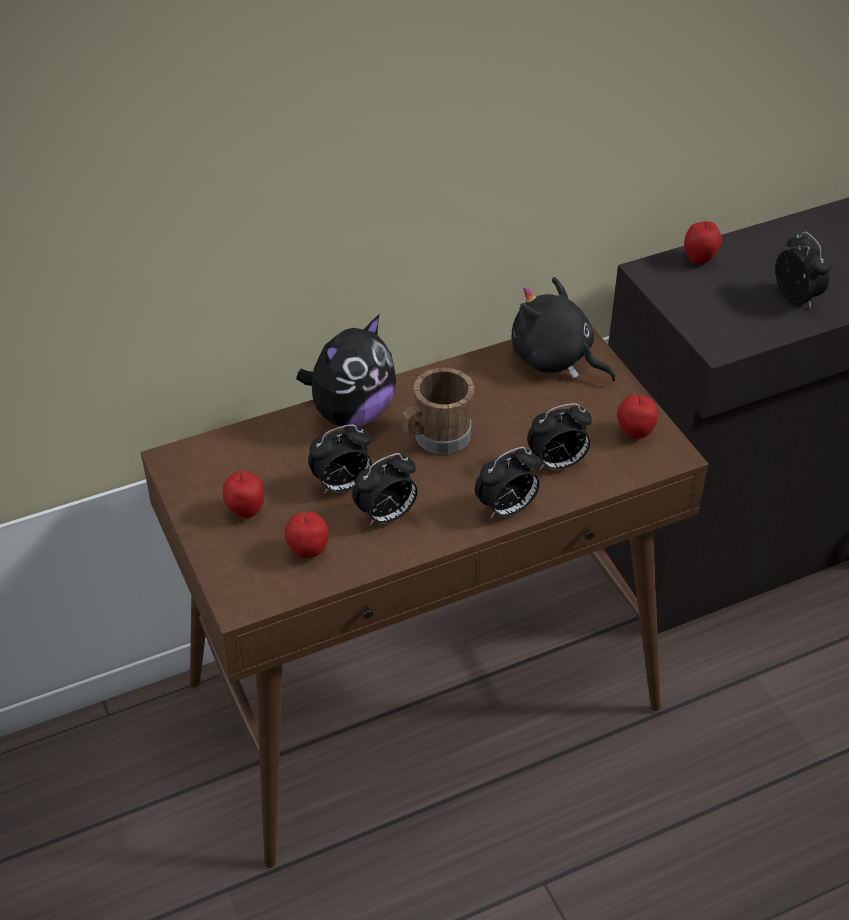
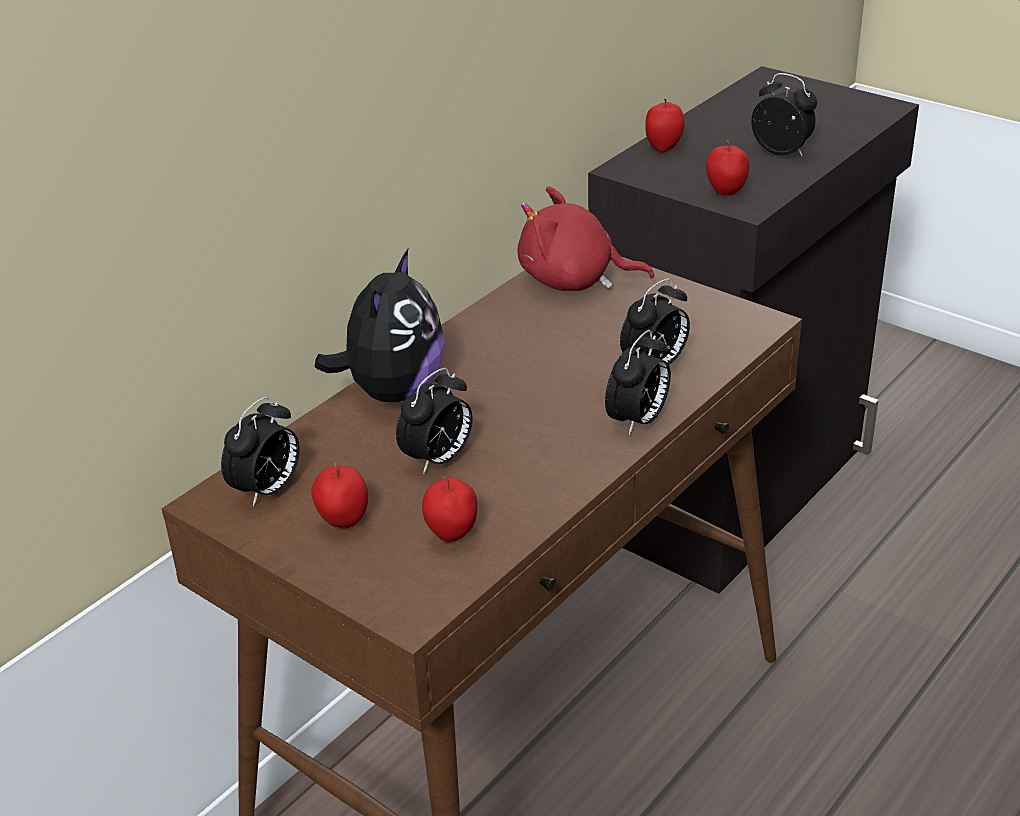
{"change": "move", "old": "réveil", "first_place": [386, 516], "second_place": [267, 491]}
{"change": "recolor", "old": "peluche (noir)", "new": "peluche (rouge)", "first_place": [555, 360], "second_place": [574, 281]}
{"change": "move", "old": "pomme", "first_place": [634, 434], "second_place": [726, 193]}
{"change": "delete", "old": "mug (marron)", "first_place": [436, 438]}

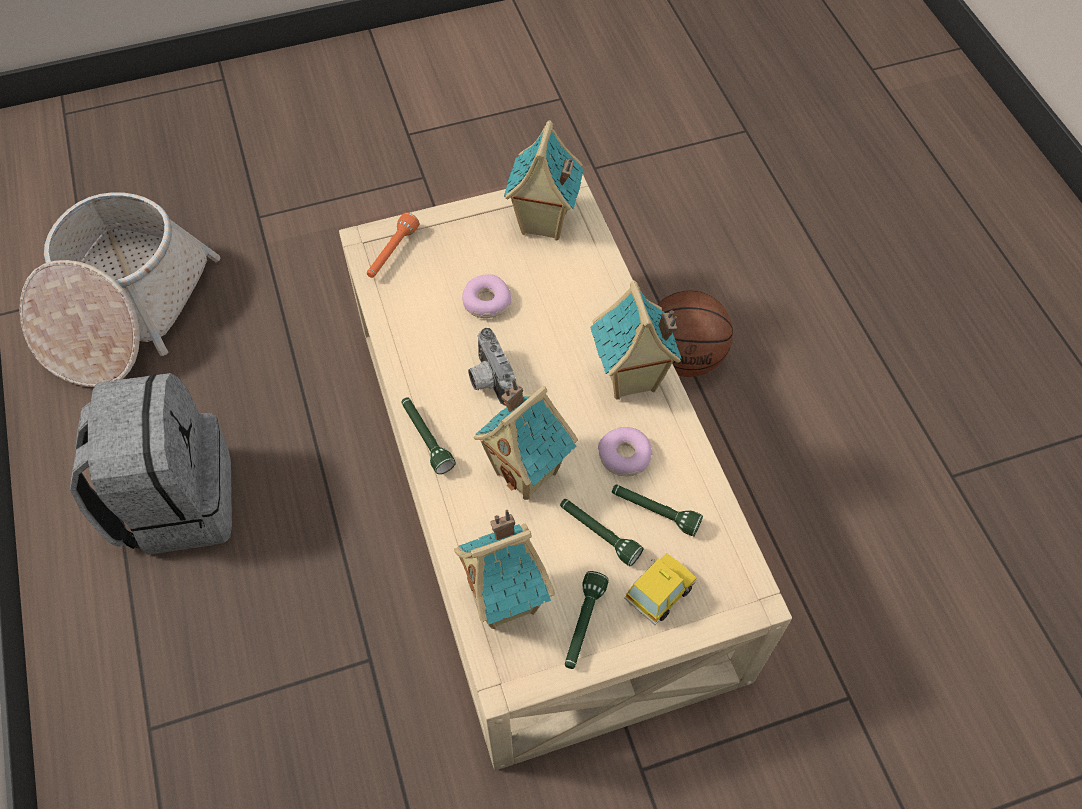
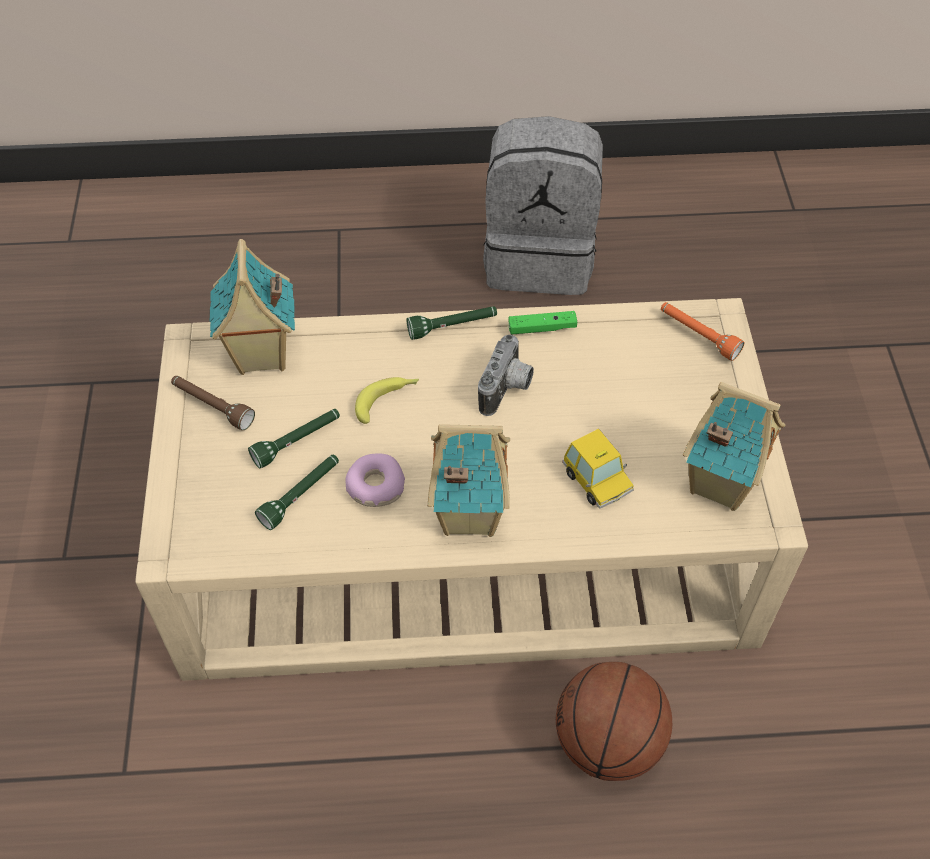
{"change": "recolor", "old": "lampe de poche (vert)", "new": "lampe de poche (marron)", "first_place": [583, 625], "second_place": [212, 406]}
{"change": "replace", "old": "maison miniature", "new": "banane", "first_place": [528, 472], "second_place": [387, 400]}
{"change": "rotate", "old": "appareil photo", "first_place": [488, 380], "second_place": [507, 390], "degrees": 120}
{"change": "insert", "new": "manette (vert)", "second_place": [542, 328]}
{"change": "move", "old": "petite voiture", "first_place": [660, 592], "second_place": [597, 481]}
{"change": "delete", "old": "panier", "first_place": [124, 310]}
{"change": "delete", "old": "beignet", "first_place": [486, 302]}

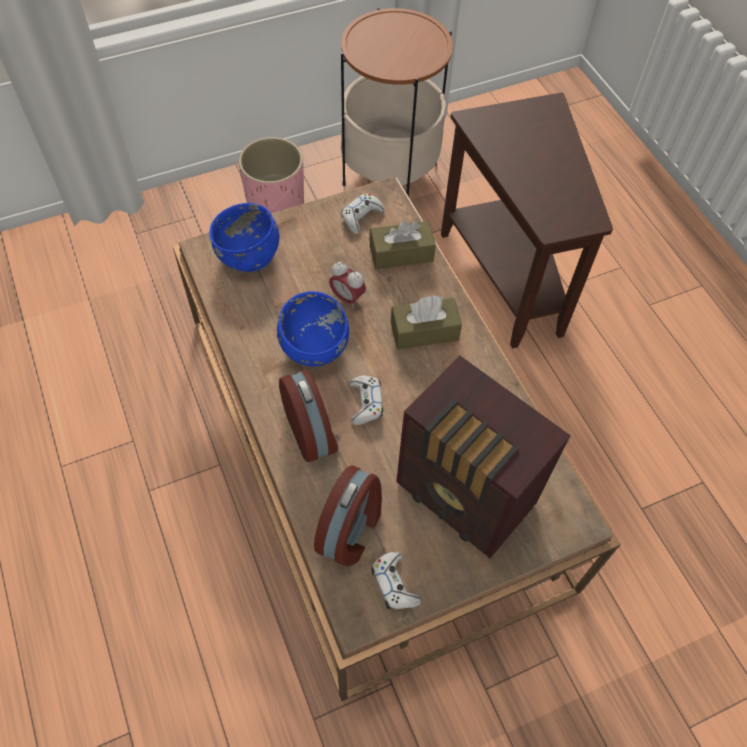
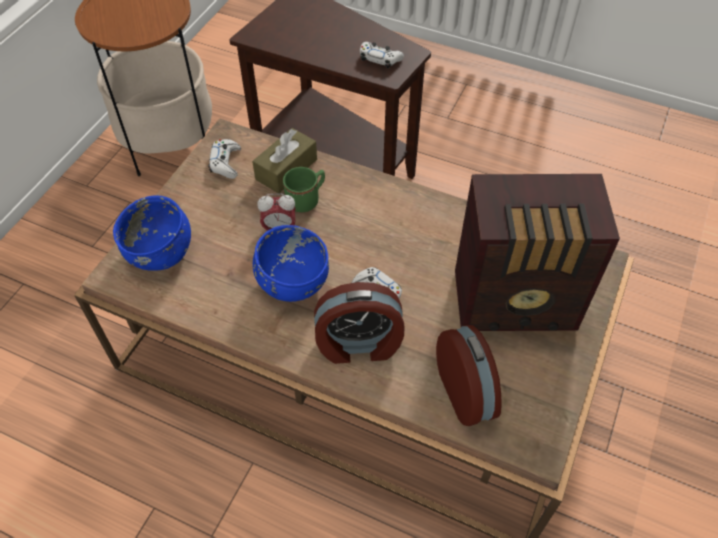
{"change": "insert", "new": "mug (vert)", "second_place": [306, 199]}
{"change": "rotate", "old": "réveil", "first_place": [312, 430], "second_place": [359, 345], "degrees": 150}
{"change": "move", "old": "manette (blanc)", "first_place": [394, 584], "second_place": [380, 59]}
{"change": "delete", "old": "cache-pot (rose)", "first_place": [276, 206]}
{"change": "delete", "old": "boîte à mouchoirs (marron)", "first_place": [424, 331]}

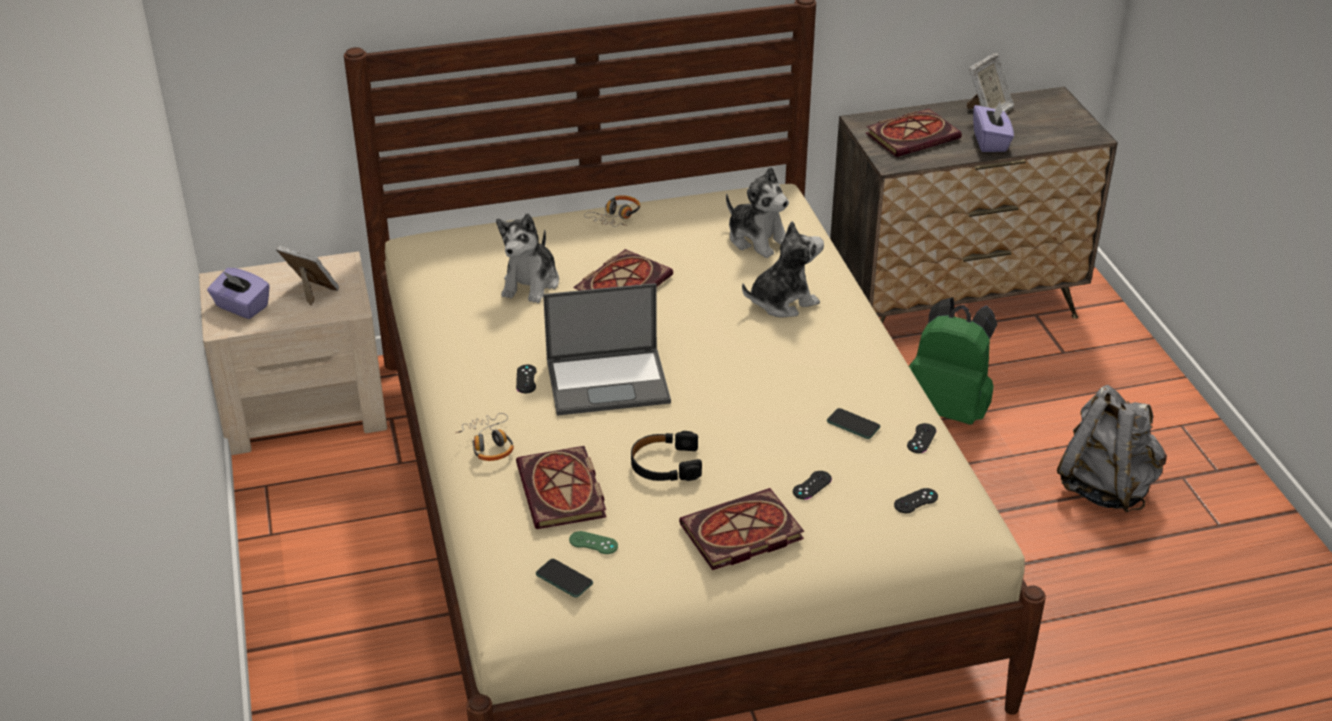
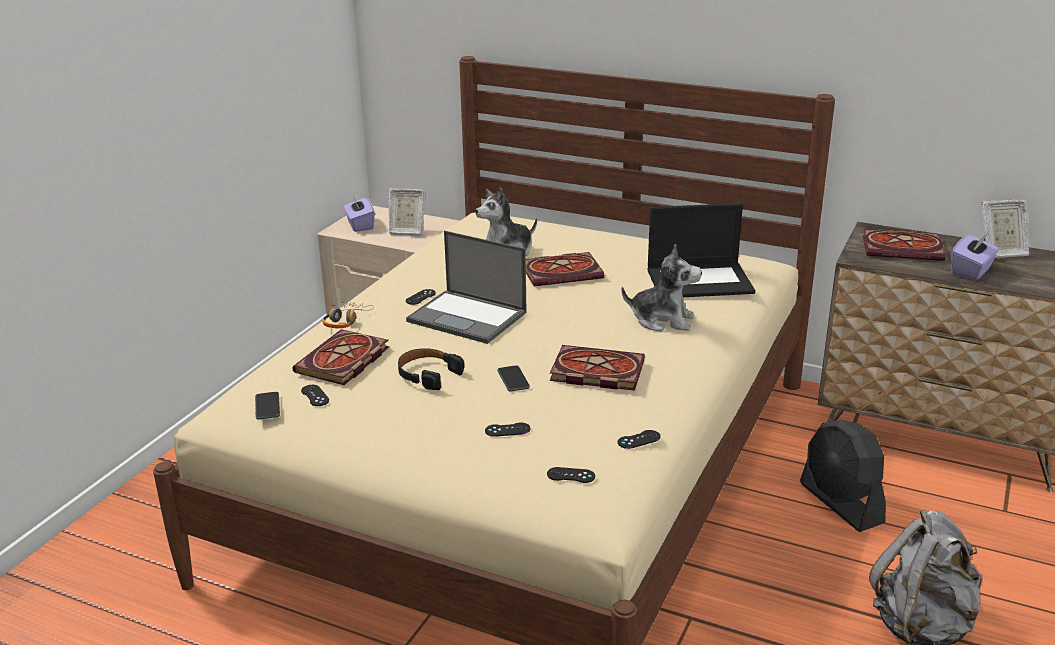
{"change": "recolor", "old": "manette (vert)", "new": "manette (noir)", "first_place": [593, 543], "second_place": [315, 395]}
{"change": "rotate", "old": "cadre photo", "first_place": [313, 292], "second_place": [407, 231], "degrees": 120}
{"change": "move", "old": "téléphone", "first_place": [853, 424], "second_place": [513, 379]}
{"change": "move", "old": "livre", "first_place": [740, 534], "second_place": [594, 372]}
{"change": "replace", "old": "peluche", "new": "ordinateur portable", "first_place": [757, 239], "second_place": [700, 280]}
{"change": "replace", "old": "sac à dos (vert)", "new": "ventilateur (noir)", "first_place": [948, 408], "second_place": [841, 503]}
{"change": "delete", "old": "casque audio", "first_place": [616, 217]}

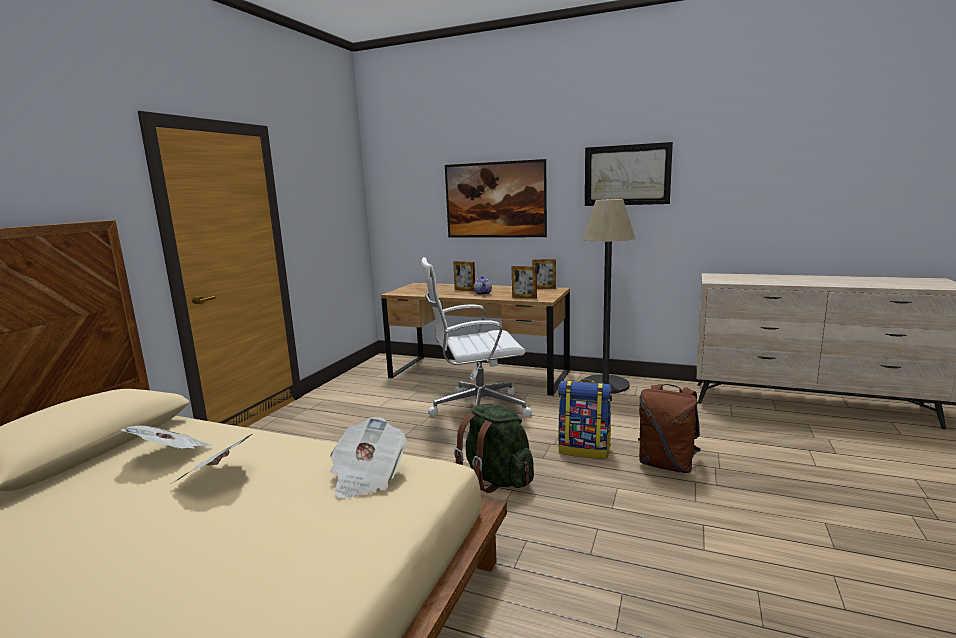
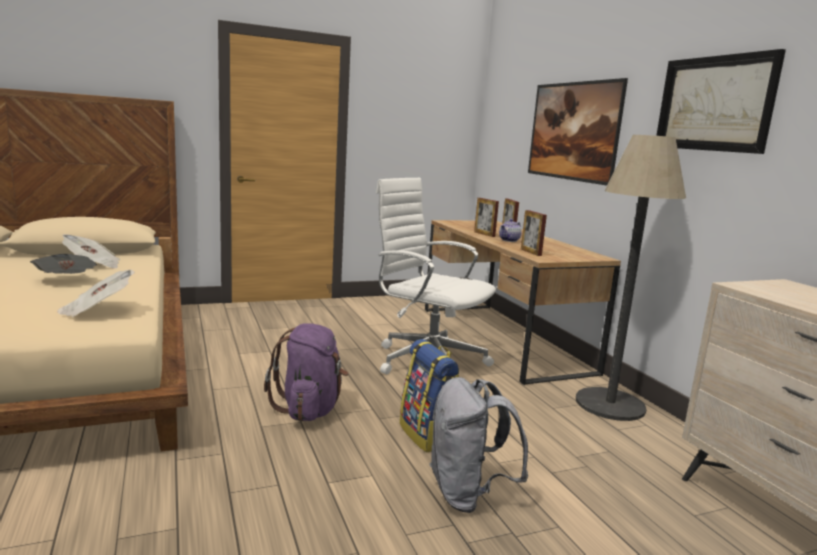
{"change": "recolor", "old": "sac à dos (vert)", "new": "sac à dos (violet)", "first_place": [496, 479], "second_place": [309, 409]}
{"change": "recolor", "old": "sac à dos (marron)", "new": "sac à dos (gris)", "first_place": [667, 464], "second_place": [468, 494]}
{"change": "move", "old": "cadre photo", "first_place": [544, 288], "second_place": [484, 234]}

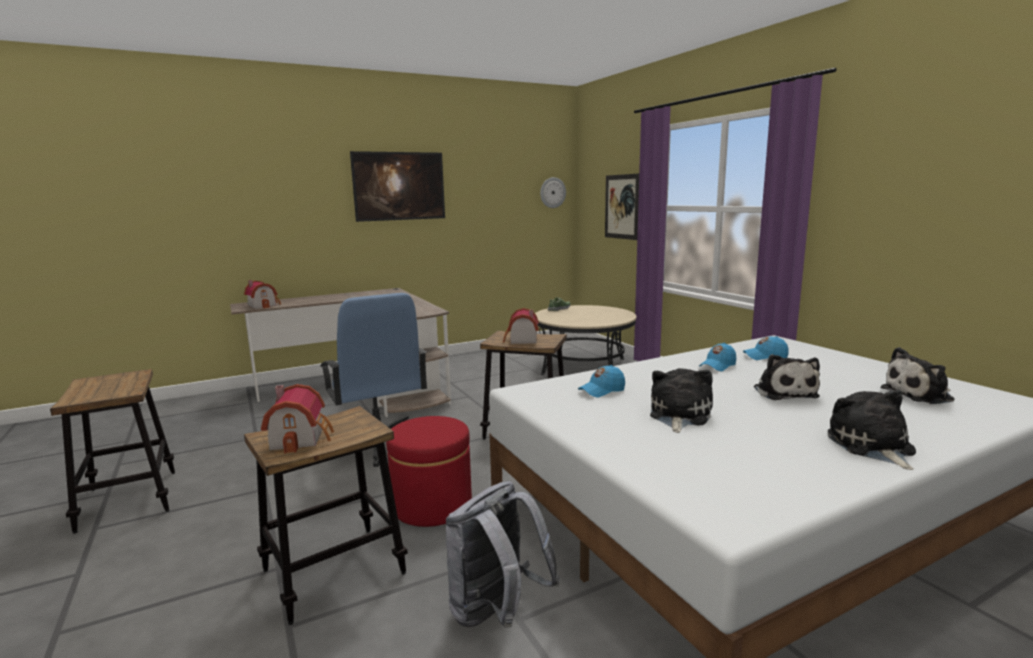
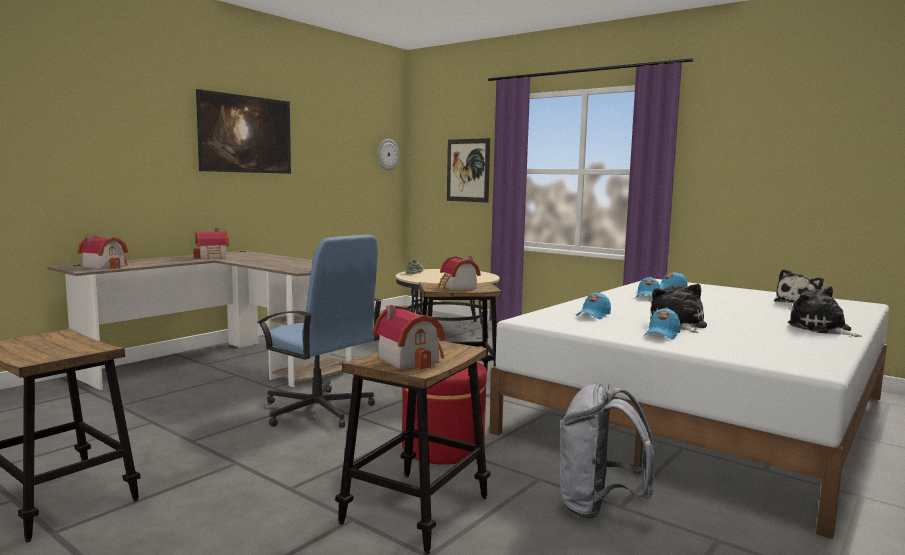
{"change": "insert", "new": "maison miniature", "second_place": [213, 257]}
{"change": "insert", "new": "casquette (bleu)", "second_place": [662, 334]}
{"change": "delete", "old": "peluche", "first_place": [784, 392]}

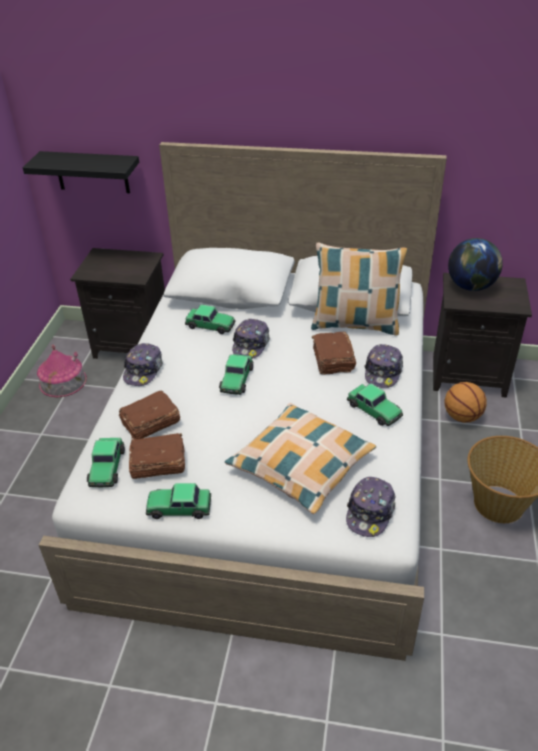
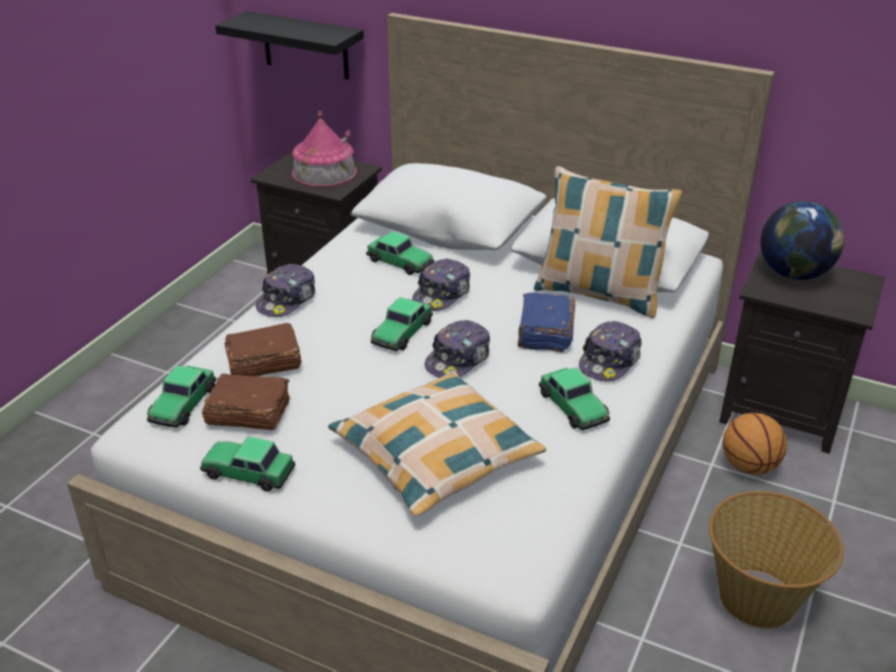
{"change": "move", "old": "maison miniature", "first_place": [63, 381], "second_place": [324, 172]}
{"change": "move", "old": "casquette", "first_place": [370, 512], "second_place": [458, 359]}
{"change": "recolor", "old": "livre (marron)", "new": "livre (bleu)", "first_place": [332, 360], "second_place": [544, 333]}

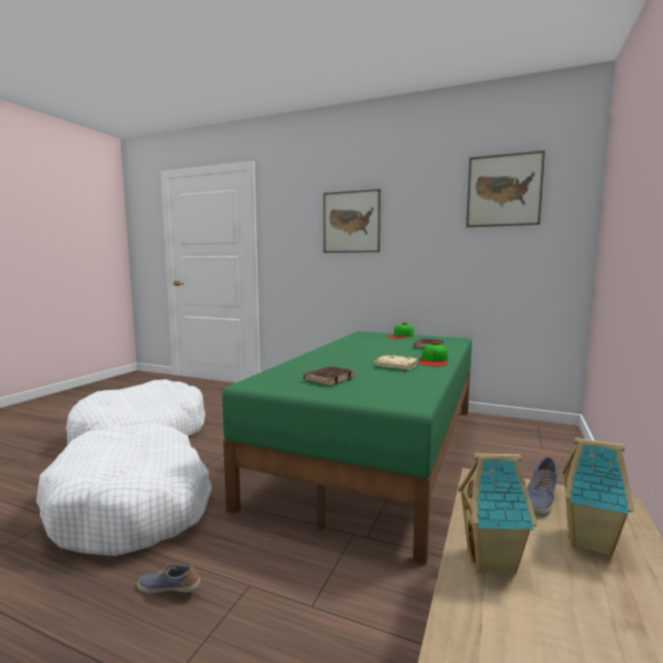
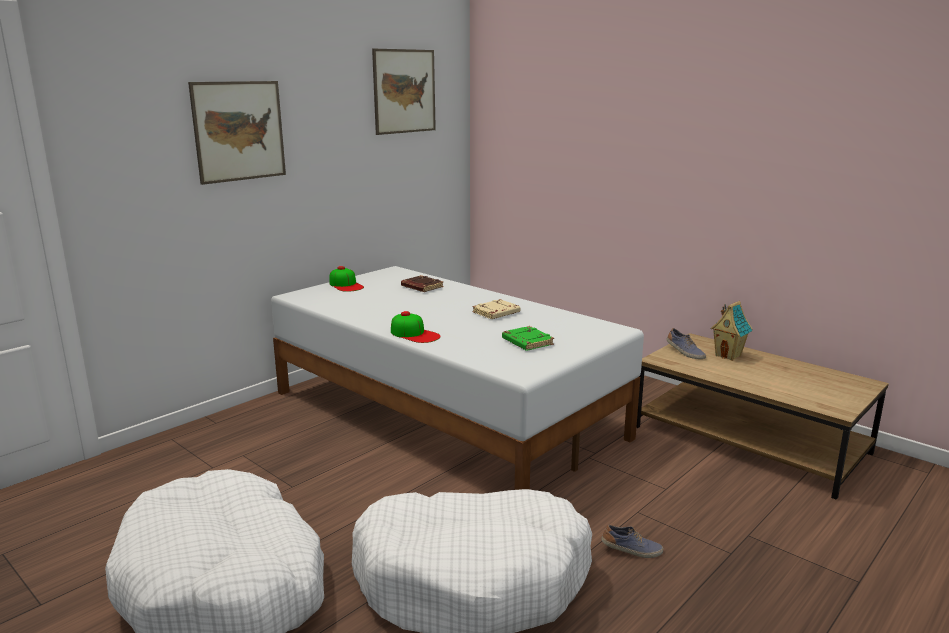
{"change": "recolor", "old": "lit (vert)", "new": "lit (blanc)", "first_place": [379, 449], "second_place": [445, 413]}
{"change": "move", "old": "casquette", "first_place": [434, 361], "second_place": [414, 334]}
{"change": "recolor", "old": "livre (marron)", "new": "livre (vert)", "first_place": [329, 379], "second_place": [526, 342]}
{"change": "rotate", "old": "chaussure", "first_place": [169, 588], "second_place": [631, 551], "degrees": -120}
{"change": "delete", "old": "maison miniature", "first_place": [493, 561]}

